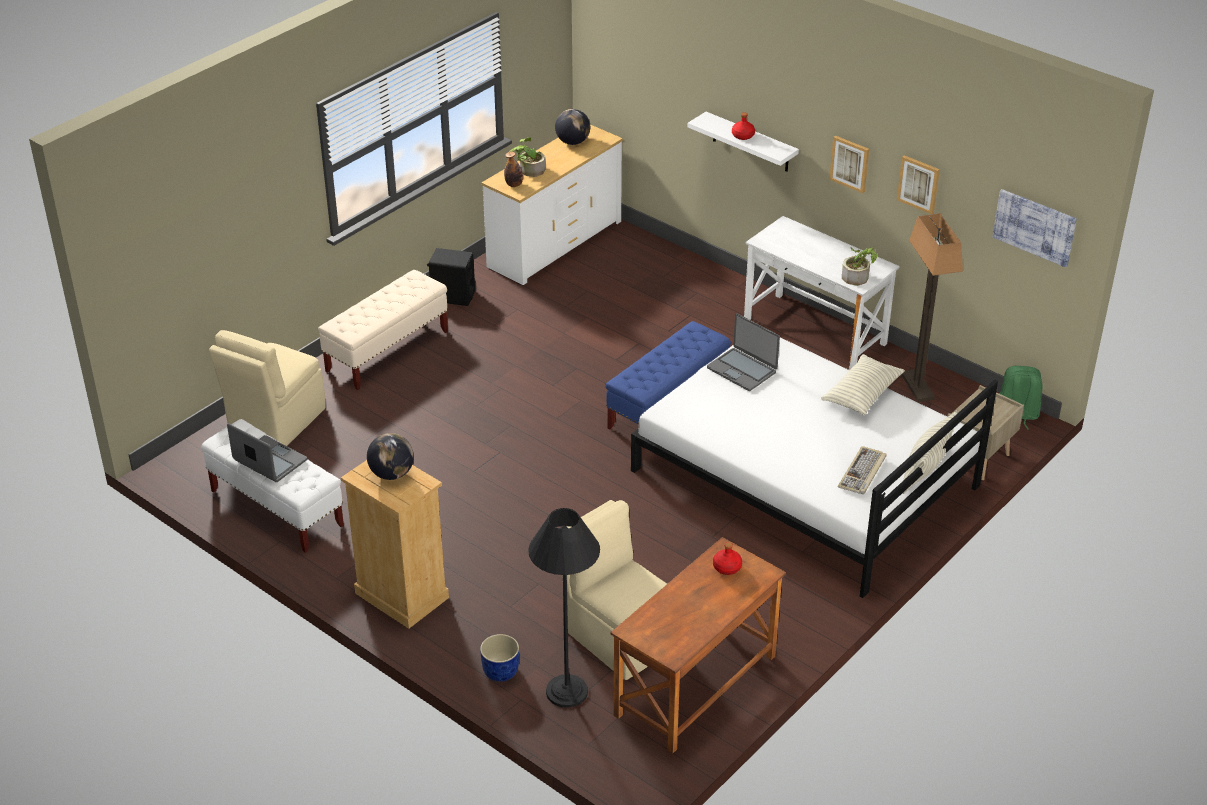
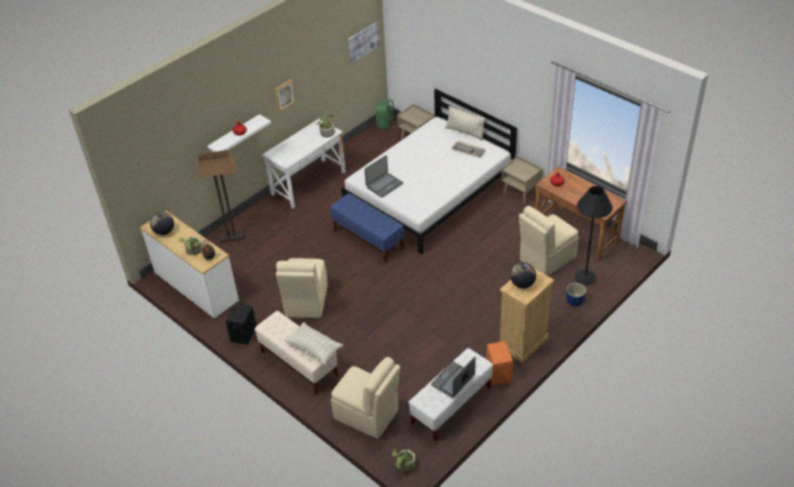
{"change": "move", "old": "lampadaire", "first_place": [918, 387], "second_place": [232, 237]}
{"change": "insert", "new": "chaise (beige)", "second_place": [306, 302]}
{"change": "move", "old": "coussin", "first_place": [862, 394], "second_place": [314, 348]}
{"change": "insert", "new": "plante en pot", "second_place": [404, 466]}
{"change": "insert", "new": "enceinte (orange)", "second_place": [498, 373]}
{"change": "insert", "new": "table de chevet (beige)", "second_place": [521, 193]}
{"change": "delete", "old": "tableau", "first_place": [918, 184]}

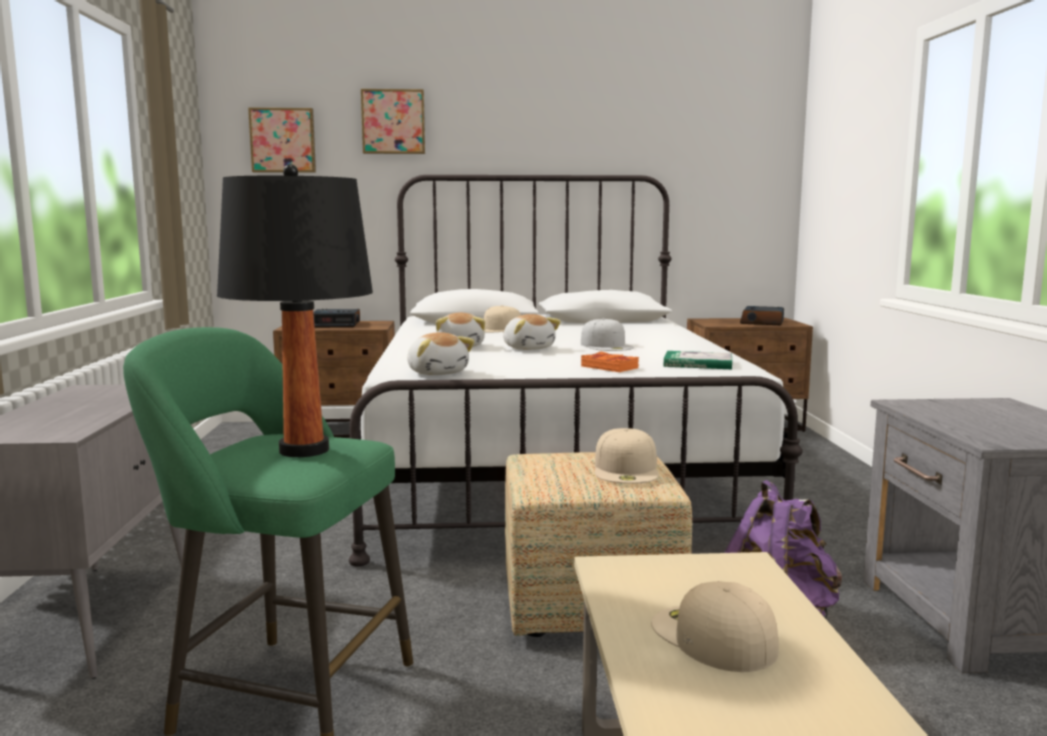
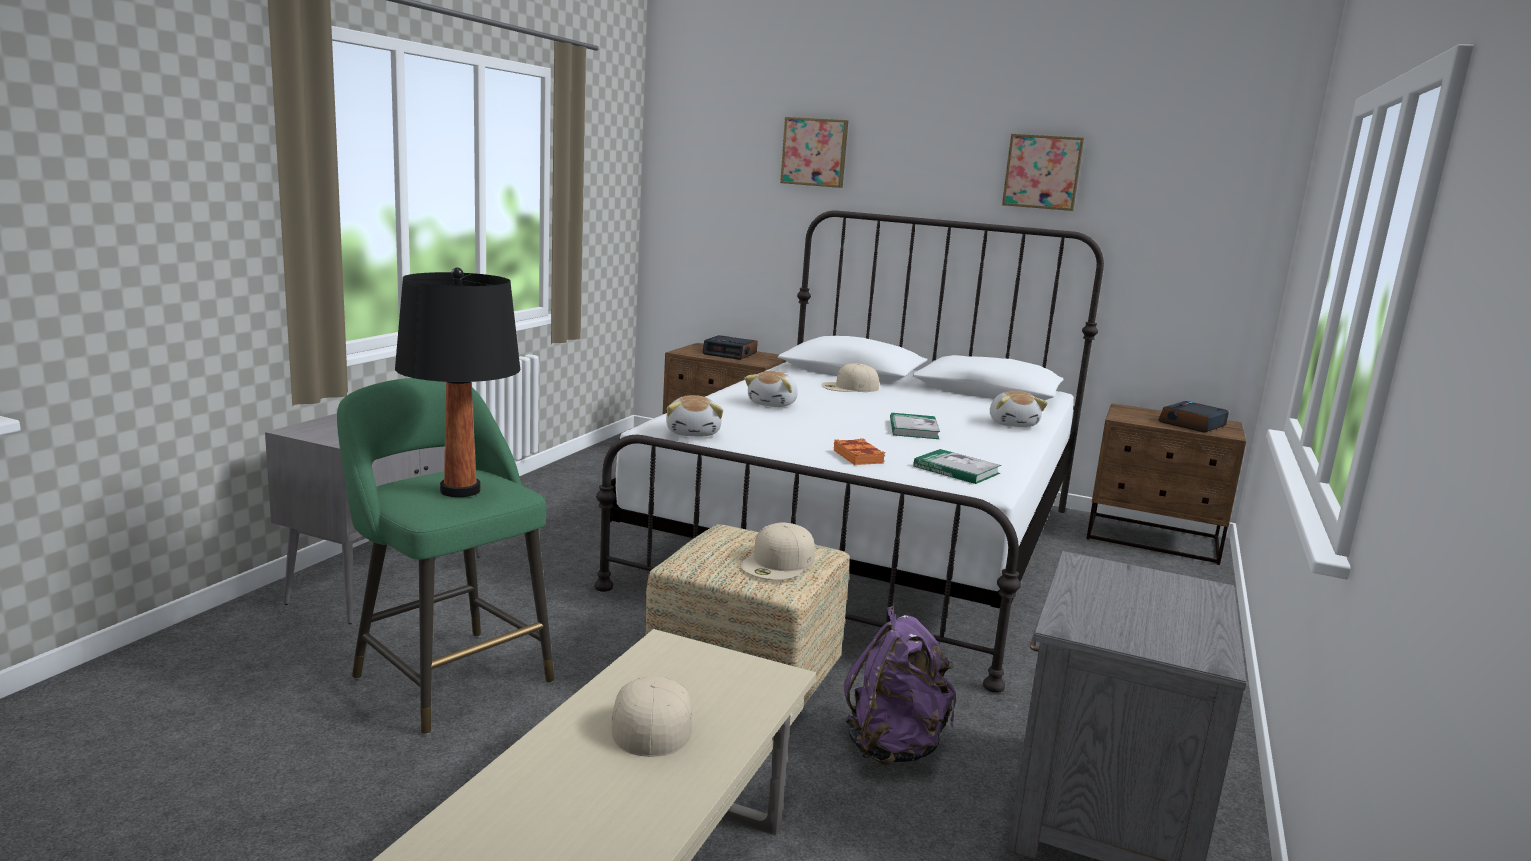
{"change": "replace", "old": "casquette (blanc)", "new": "livre", "first_place": [607, 346], "second_place": [913, 429]}
{"change": "move", "old": "peluche", "first_place": [528, 348], "second_place": [1013, 424]}
{"change": "move", "old": "tableau", "first_place": [283, 140], "second_place": [1042, 172]}

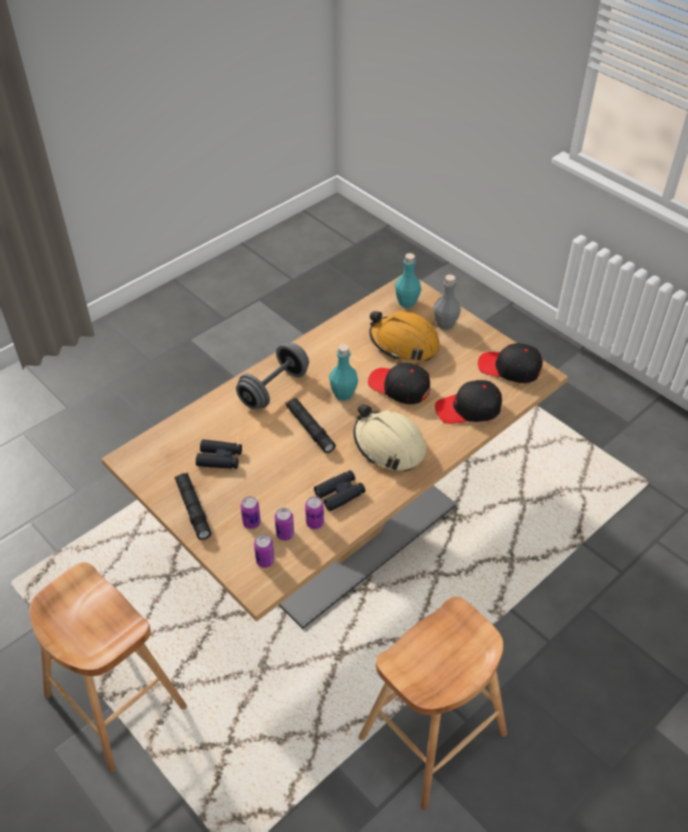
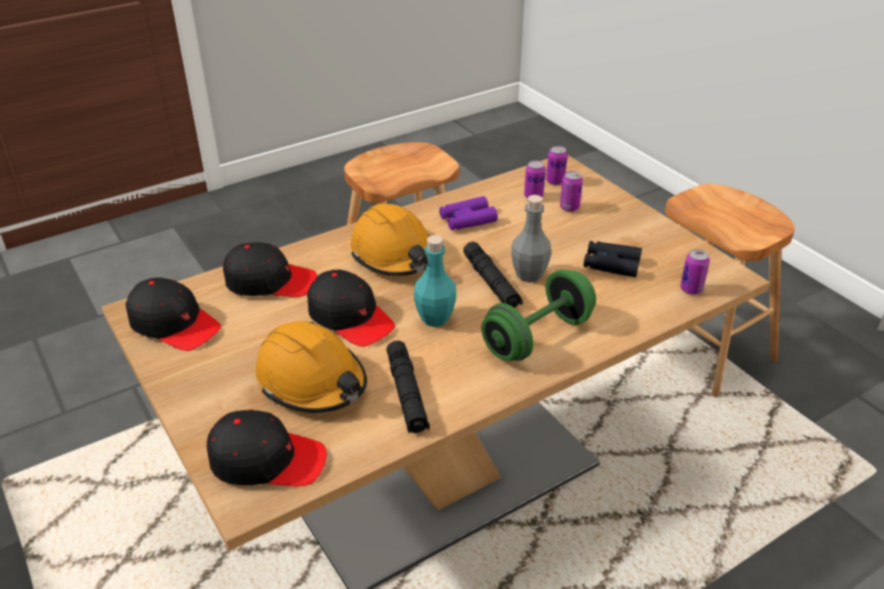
{"change": "replace", "old": "bouteille (turquoise)", "new": "casquette (noir)", "first_place": [407, 302], "second_place": [267, 460]}
{"change": "recolor", "old": "casque de chantier (beige)", "new": "casque de chantier (orange)", "first_place": [389, 445], "second_place": [394, 255]}
{"change": "move", "old": "lampe de poche (noir)", "first_place": [193, 509], "second_place": [407, 394]}
{"change": "recolor", "old": "jumelles (noir)", "new": "jumelles (violet)", "first_place": [340, 494], "second_place": [467, 220]}
{"change": "recolor", "old": "haltère (gris)", "new": "haltère (vert)", "first_place": [274, 389], "second_place": [537, 337]}
{"change": "move", "old": "bouteille (gris)", "first_place": [445, 324], "second_place": [529, 275]}
{"change": "move", "old": "boîte métallique", "first_place": [315, 523], "second_place": [691, 289]}

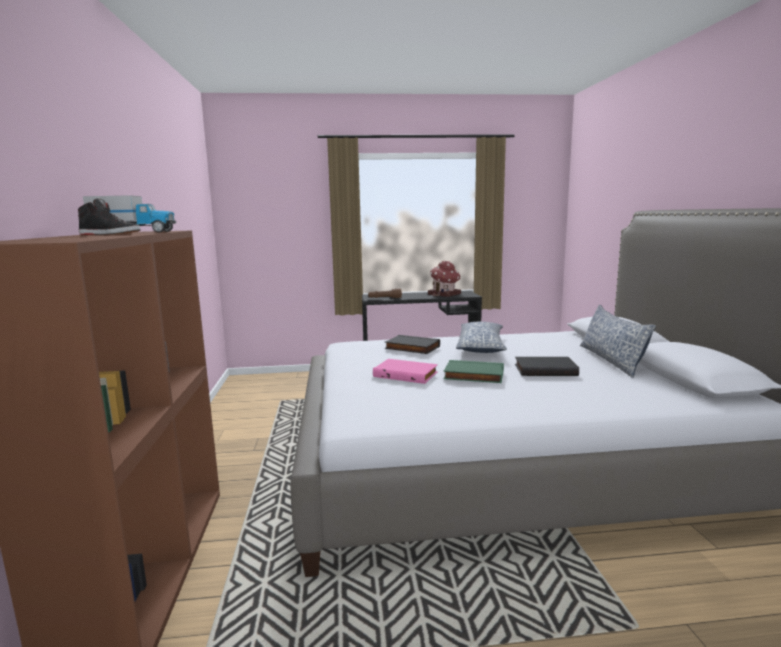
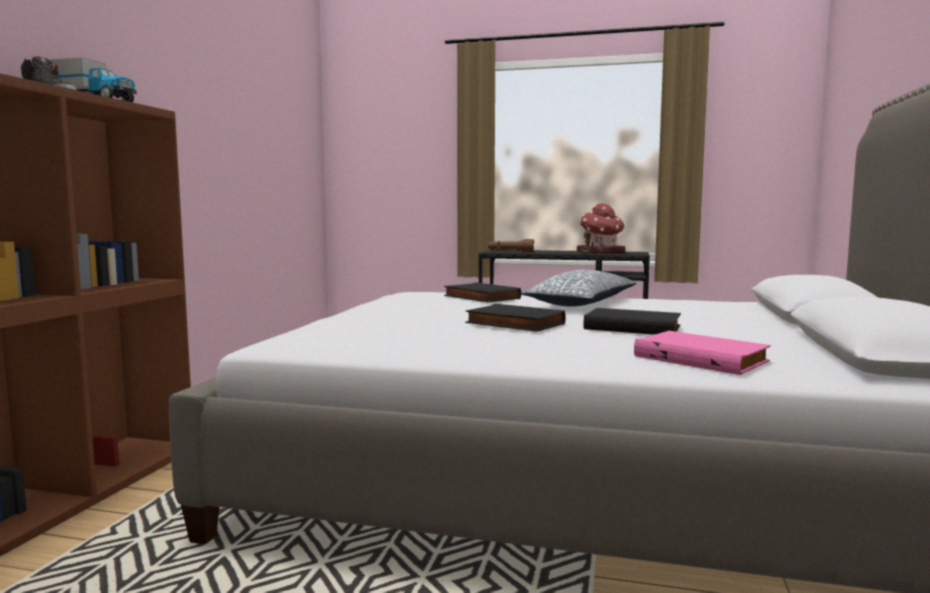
{"change": "recolor", "old": "livre (vert)", "new": "livre (noir)", "first_place": [473, 376], "second_place": [513, 324]}
{"change": "move", "old": "livre (rose)", "first_place": [406, 374], "second_place": [702, 359]}
{"change": "delete", "old": "coussin", "first_place": [611, 360]}

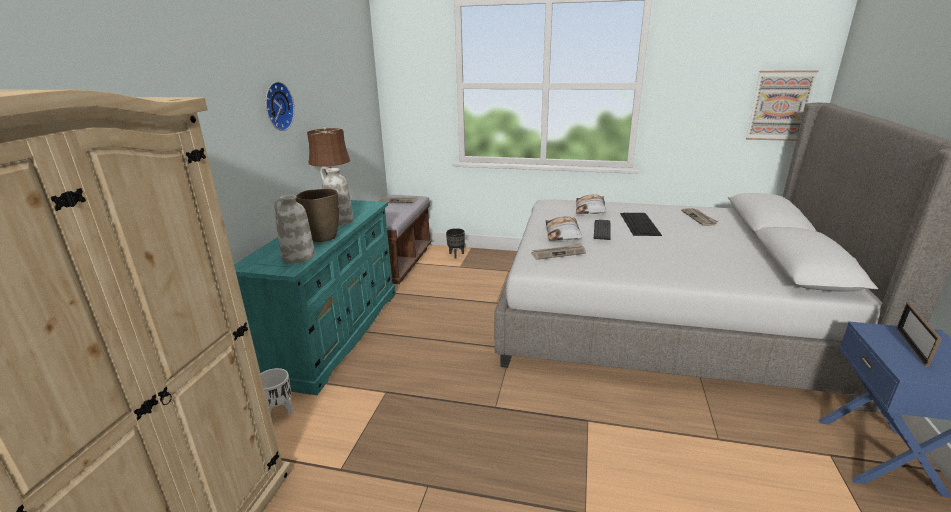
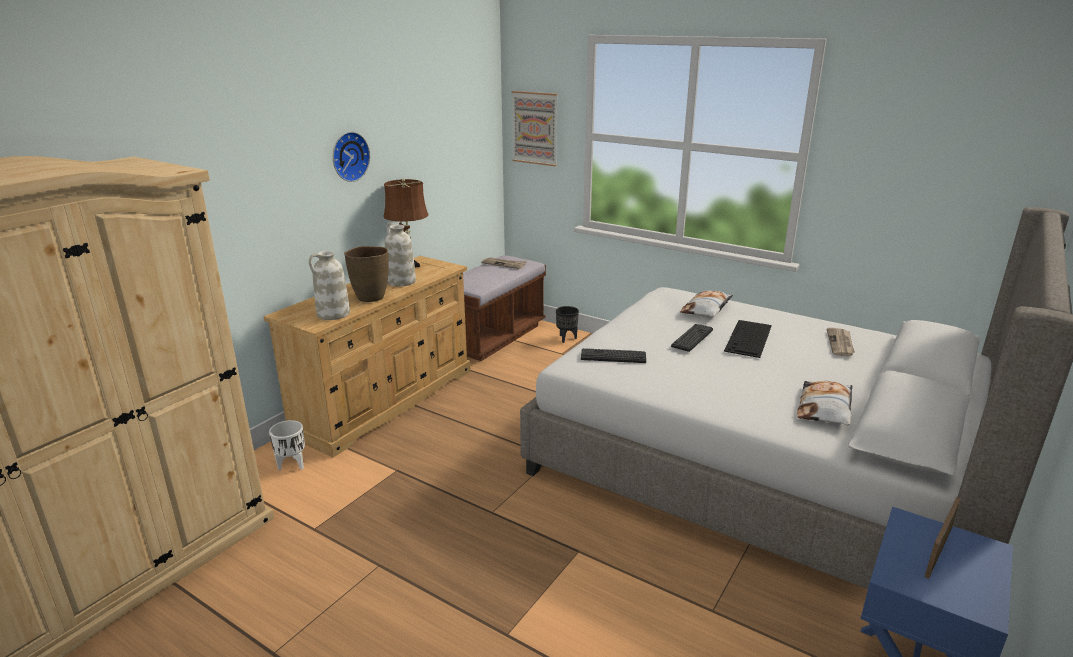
{"change": "recolor", "old": "commode (turquoise)", "new": "commode (beige)", "first_place": [336, 332], "second_place": [386, 400]}
{"change": "move", "old": "tableau", "first_place": [780, 106], "second_place": [535, 128]}
{"change": "replace", "old": "journal", "new": "clavier", "first_place": [558, 253], "second_place": [613, 356]}
{"change": "move", "old": "coussin", "first_place": [563, 233], "second_place": [825, 408]}

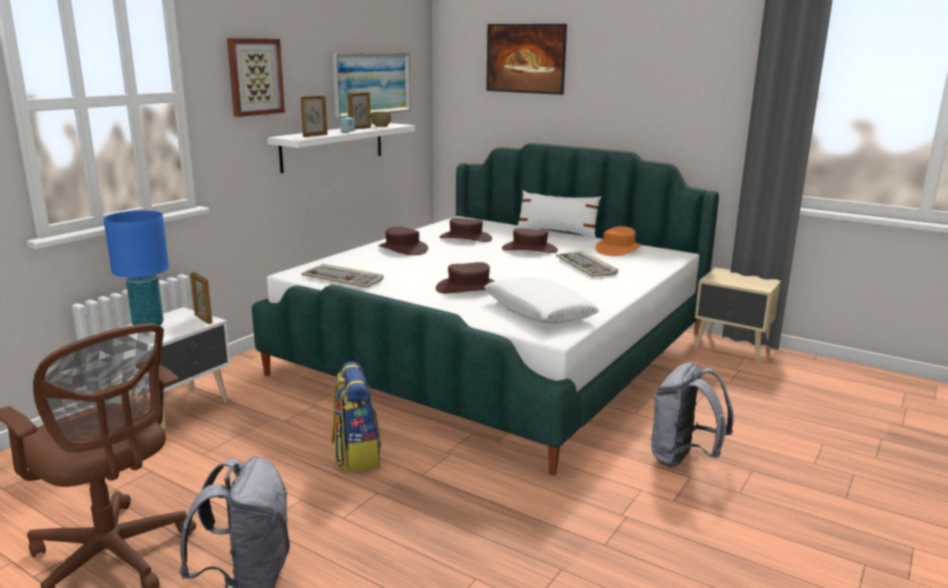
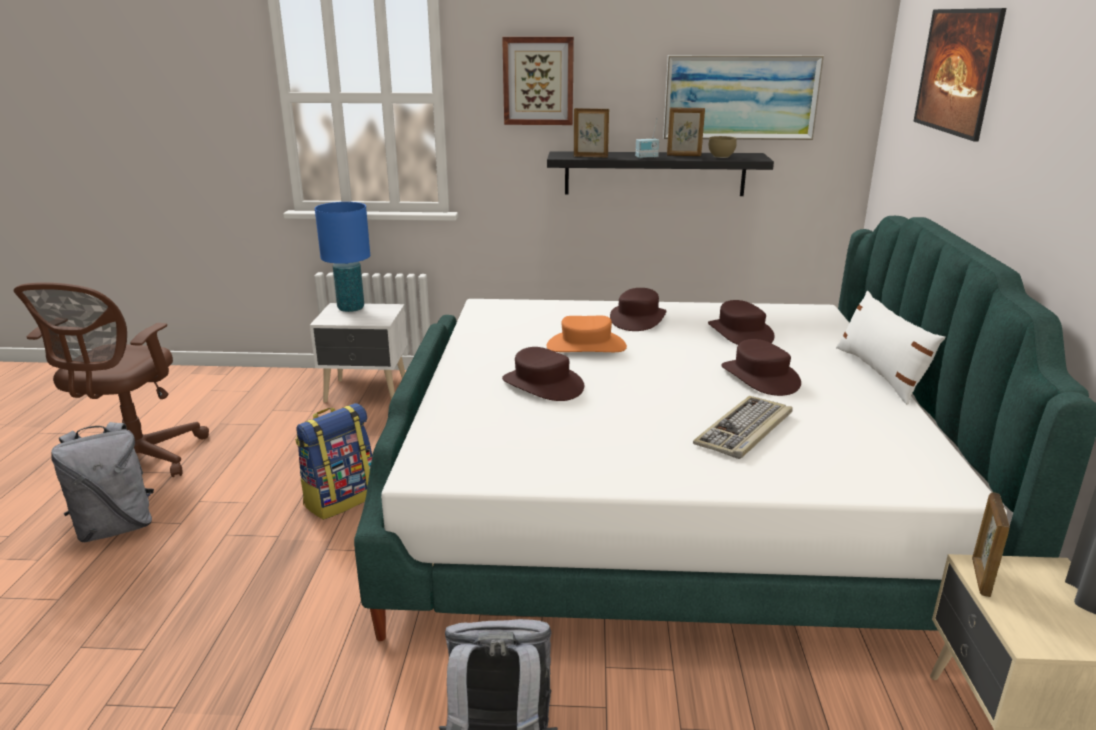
{"change": "recolor", "old": "étagère (blanc)", "new": "étagère (noir)", "first_place": [333, 146], "second_place": [654, 173]}
{"change": "move", "old": "chapeau (orange)", "first_place": [618, 249], "second_place": [586, 346]}
{"change": "move", "old": "cadre photo", "first_place": [203, 319], "second_place": [980, 577]}
{"change": "delete", "old": "clavier", "first_place": [344, 279]}
{"change": "delete", "old": "coussin (blanc)", "first_place": [538, 311]}

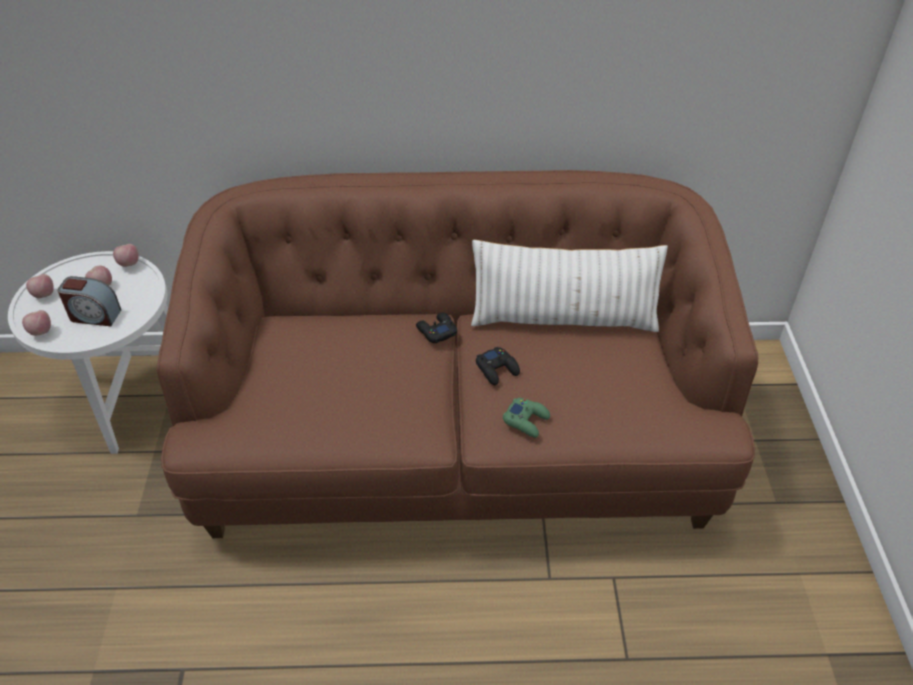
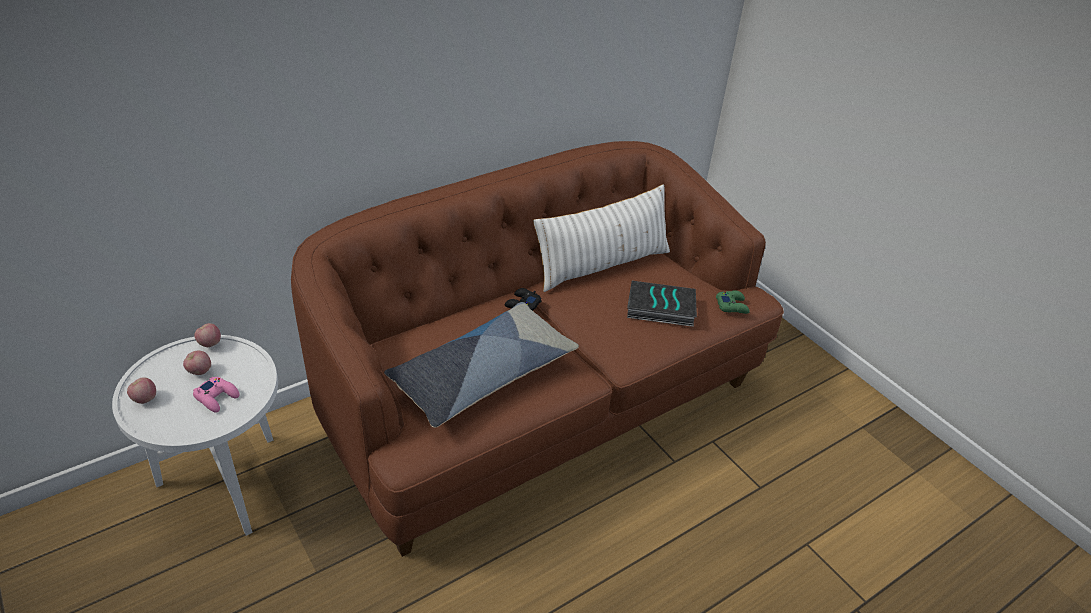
{"change": "replace", "old": "réveil", "new": "manette (rose)", "first_place": [94, 316], "second_place": [217, 397]}
{"change": "insert", "new": "coussin", "second_place": [482, 374]}
{"change": "insert", "new": "livre", "second_place": [660, 309]}
{"change": "move", "old": "manette (vert)", "first_place": [526, 420], "second_place": [732, 305]}
{"change": "delete", "old": "pomme", "first_place": [41, 331]}
{"change": "delete", "old": "manette (noir)", "first_place": [497, 369]}

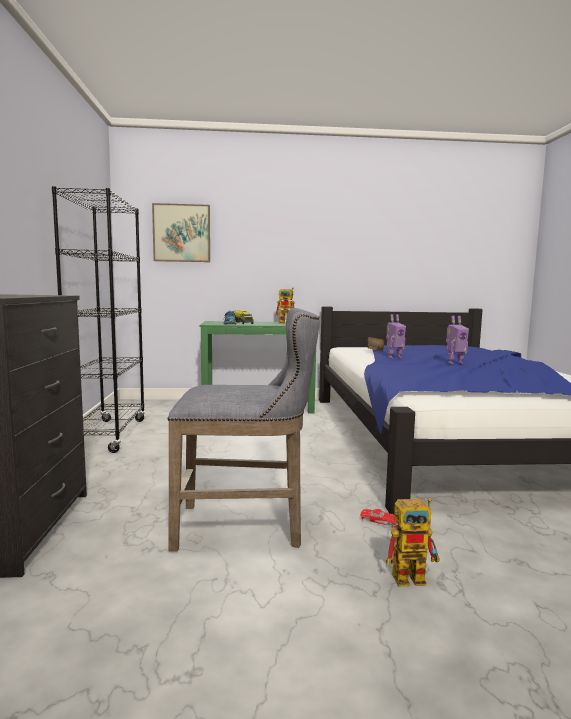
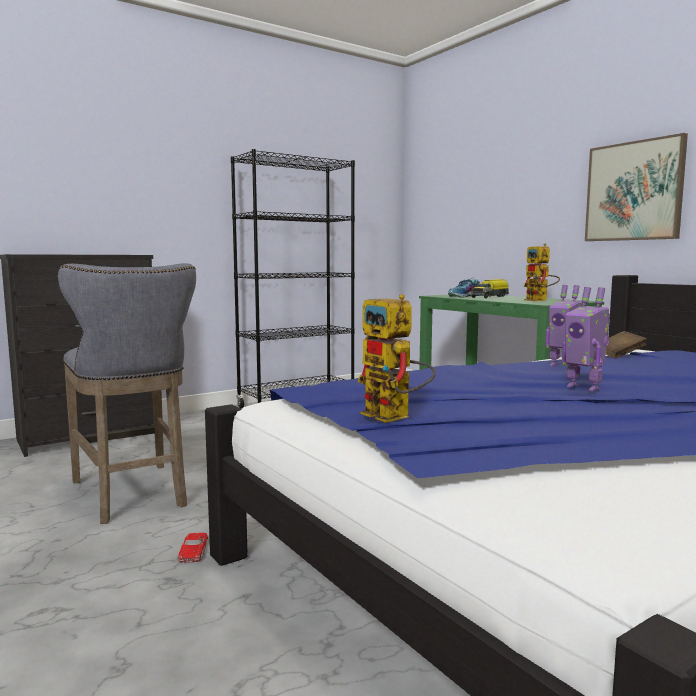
{"change": "move", "old": "robot jouet", "first_place": [414, 577], "second_place": [395, 417]}
{"change": "move", "old": "tableau", "first_place": [182, 233], "second_place": [634, 191]}

